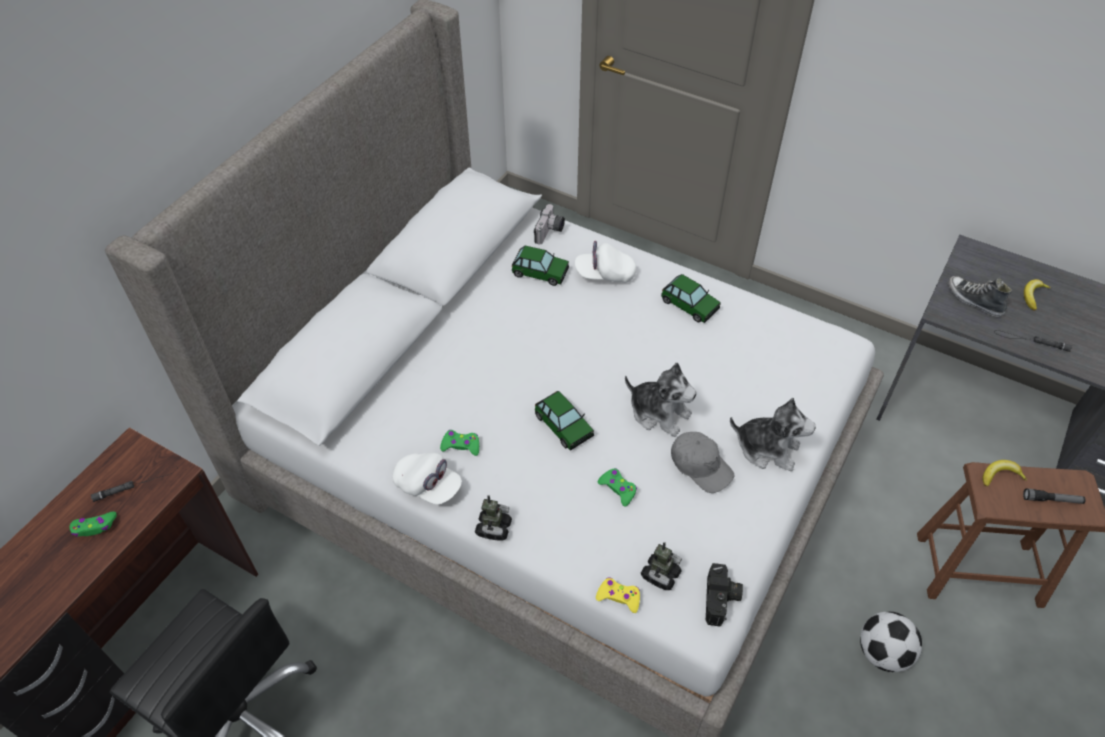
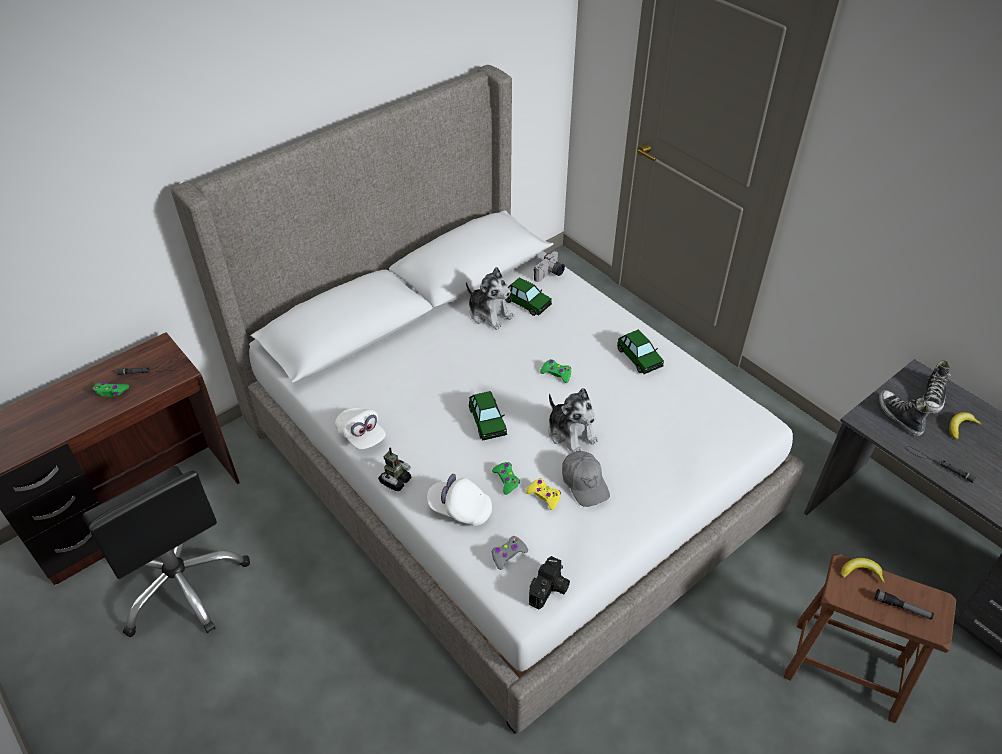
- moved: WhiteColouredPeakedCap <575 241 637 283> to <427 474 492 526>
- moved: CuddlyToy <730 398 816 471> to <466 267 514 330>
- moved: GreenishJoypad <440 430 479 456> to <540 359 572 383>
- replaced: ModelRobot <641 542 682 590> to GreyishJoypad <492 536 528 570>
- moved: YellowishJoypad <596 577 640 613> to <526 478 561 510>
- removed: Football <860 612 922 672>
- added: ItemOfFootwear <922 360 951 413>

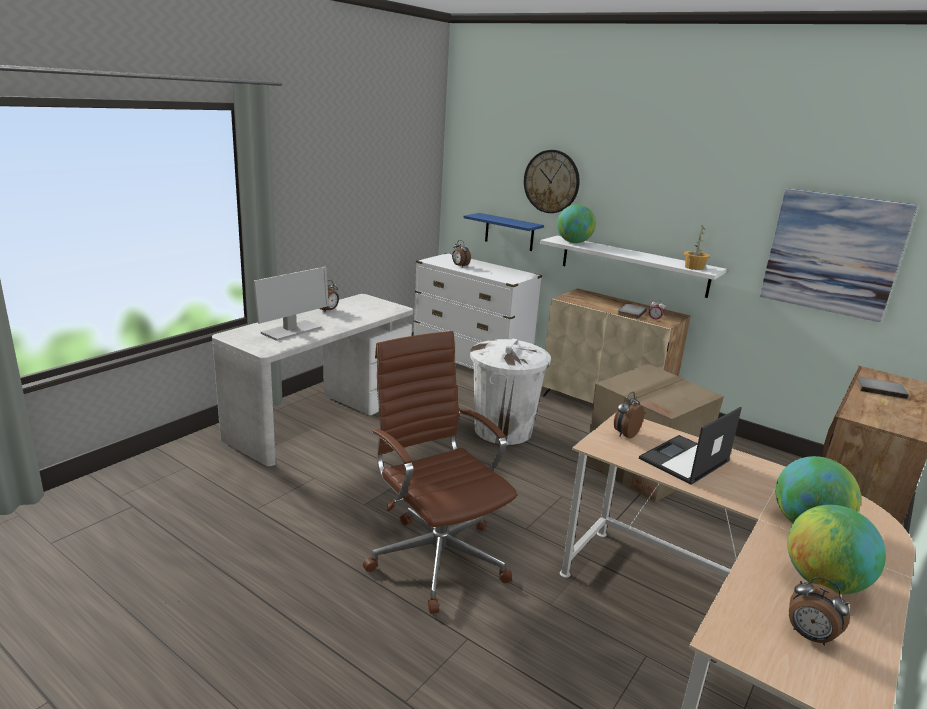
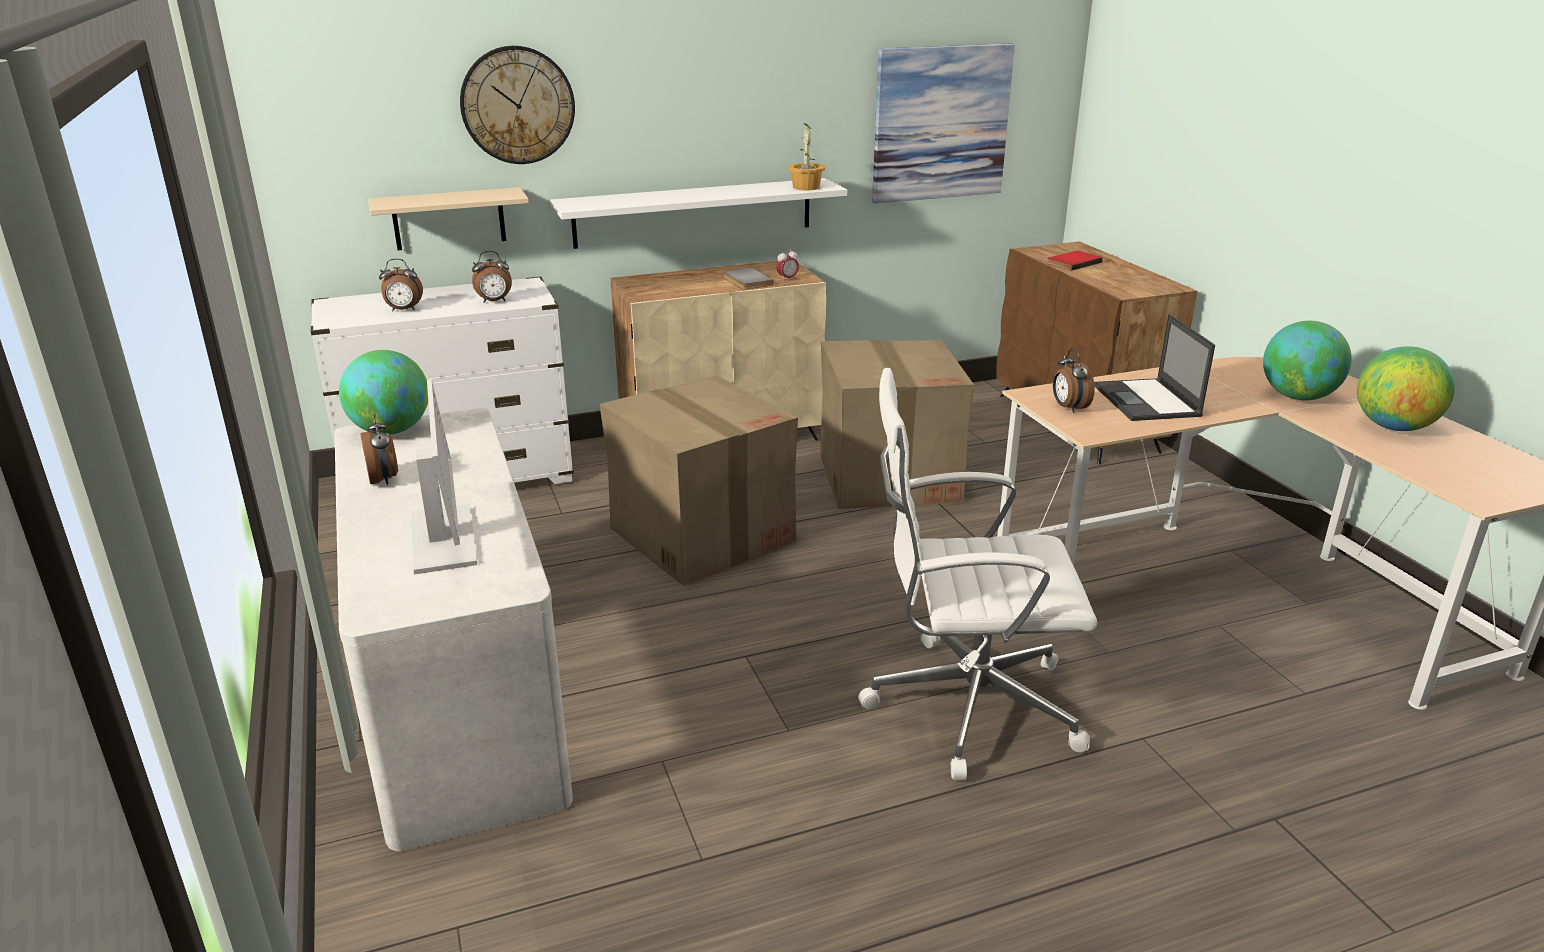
- moved: Globe <557 204 596 243> to <339 350 428 435>
- recoloured: BlueColouredShelf <464 213 544 251> to BeigeColouredShelf <368 187 529 250>
- recoloured: BrownColouredComputerChair <363 331 517 614> to WhiteColouredComputerChair <858 368 1097 780>
- replaced: WhiteColouredTrashCan <470 339 551 445> to Carton <600 375 798 585>
- recoloured: GreyishBook <855 377 909 399> to RedColouredBook <1047 251 1103 271>
- moved: AlarmClock <789 577 850 646> to <472 251 512 303>

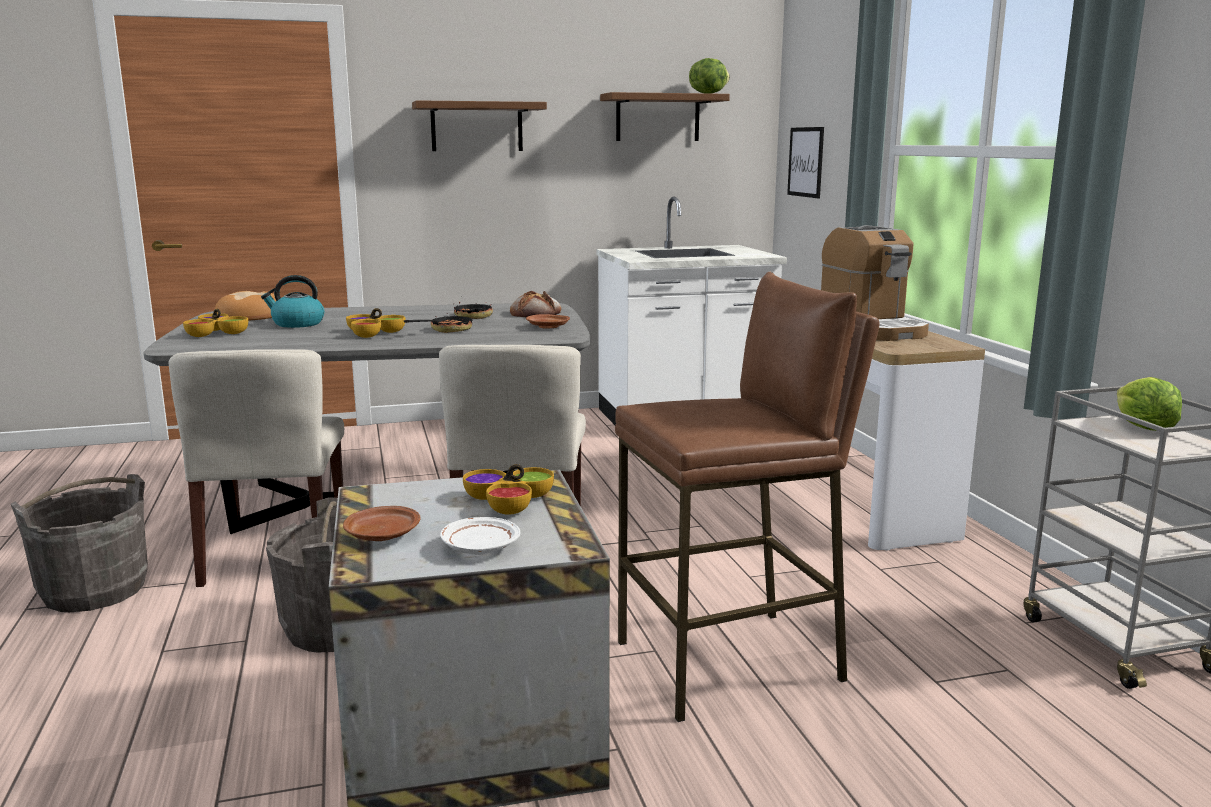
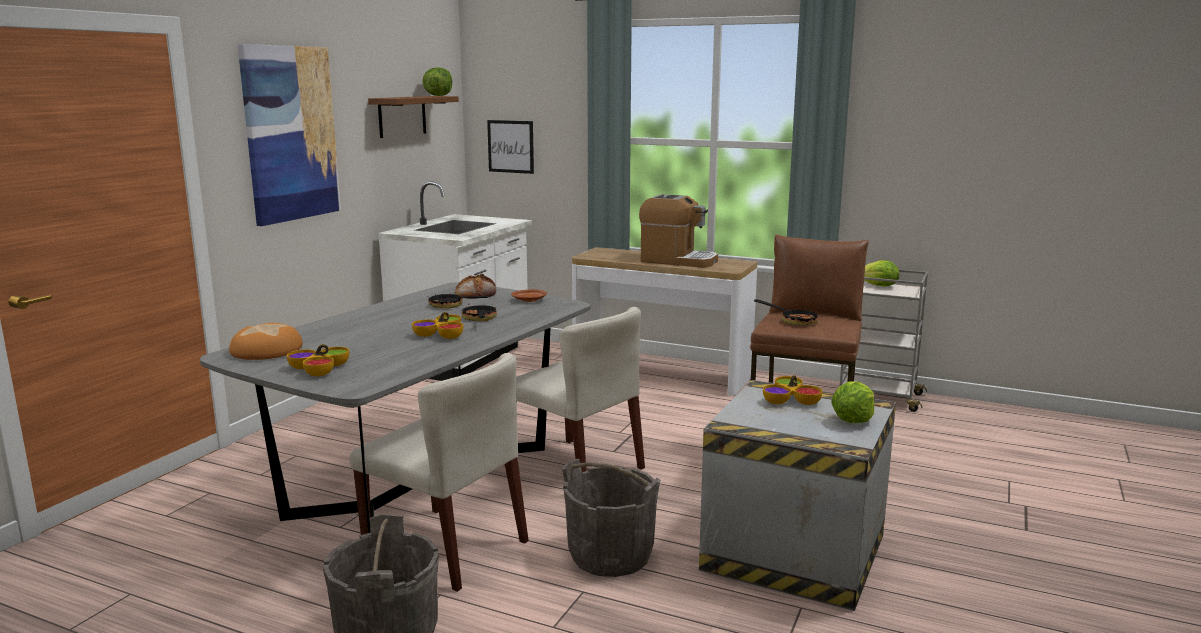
- replaced: BrownColouredShelf <412 100 547 151> to WallPicture <237 44 341 226>
- removed: WaterKettle <261 275 324 328>
- removed: BrownColouredFlatDish <343 506 421 541>
- replaced: WhiteColouredFlatDish <440 517 521 555> to HeadOfLettuce <831 381 874 423>
- added: Skillet <754 299 820 326>

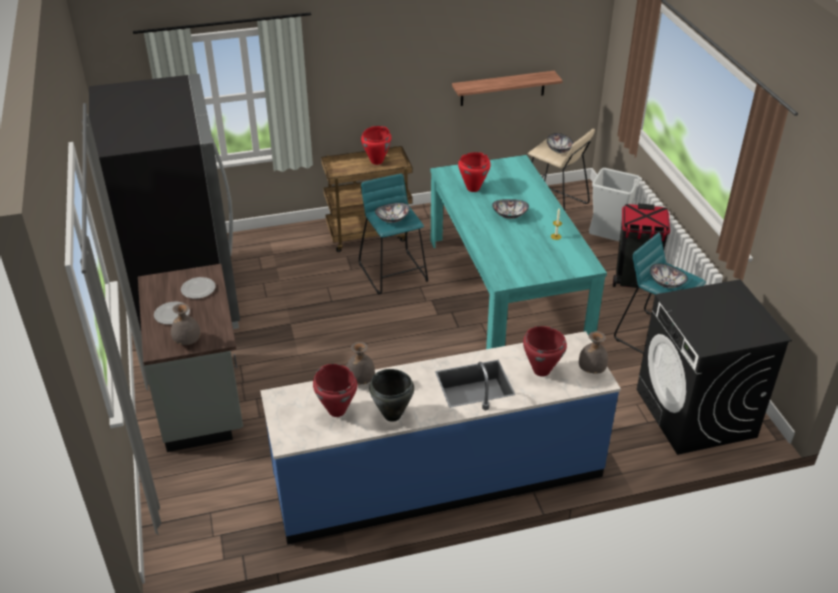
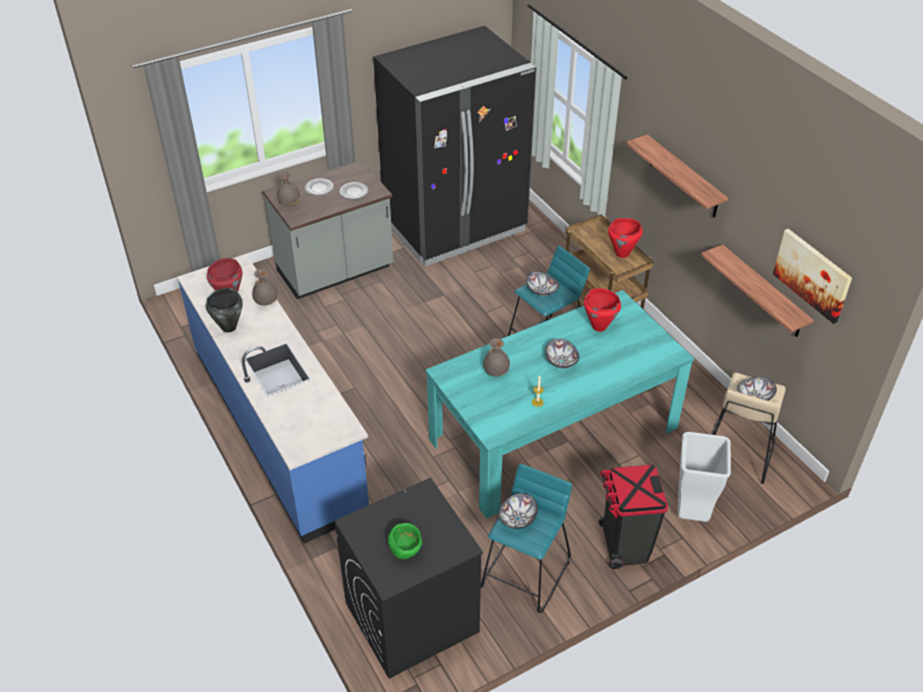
- removed: RedColouredStockpot <523 326 567 377>
- moved: GreyishFlowerVase <579 331 608 374> to <483 338 510 377>
- added: Shelf <626 134 728 218>
- added: WallPicture <773 229 852 324>
- added: GreenishBowl <388 523 422 559>

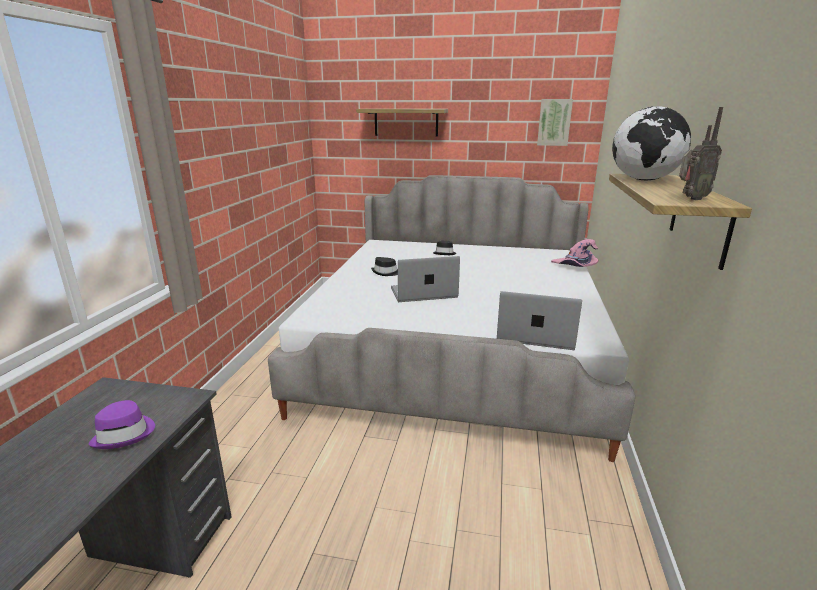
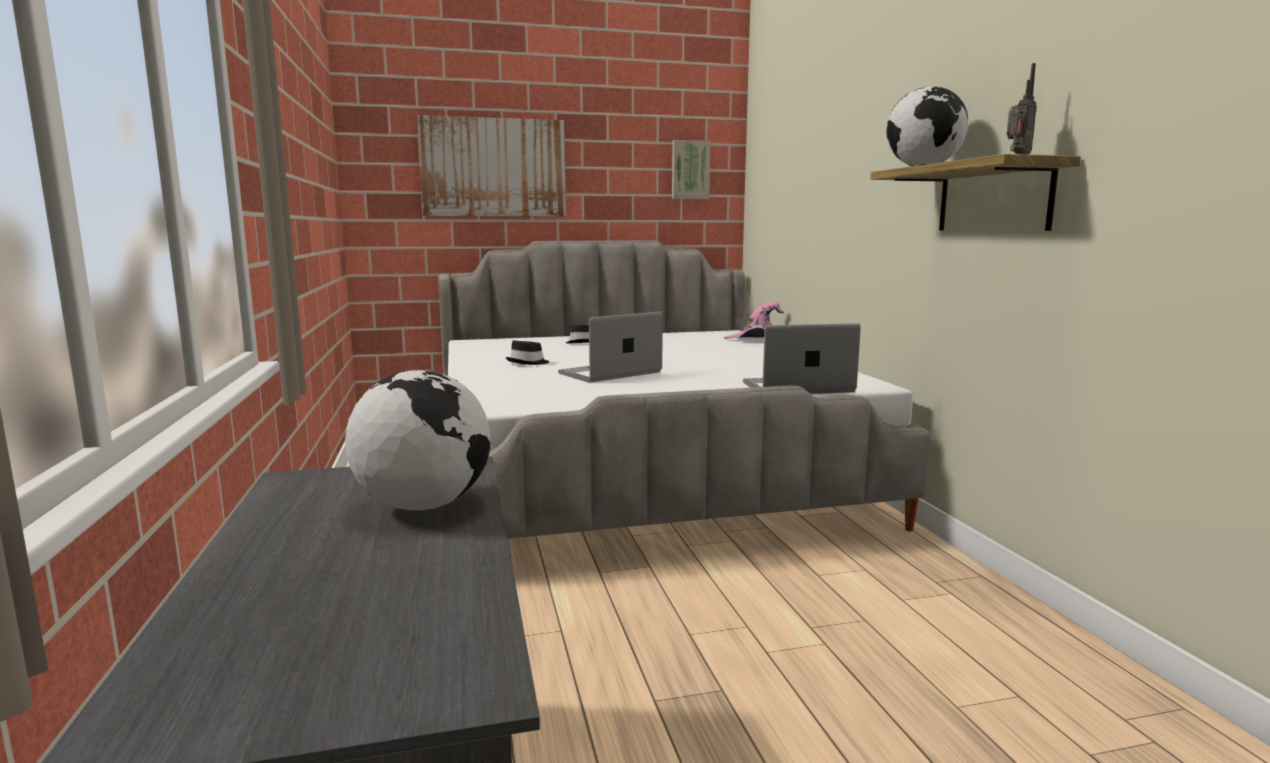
- replaced: Shelf <356 109 448 137> to WallPicture <417 115 566 217>
- replaced: PurpleColouredClothingHat <89 400 155 449> to Globe <345 370 490 511>

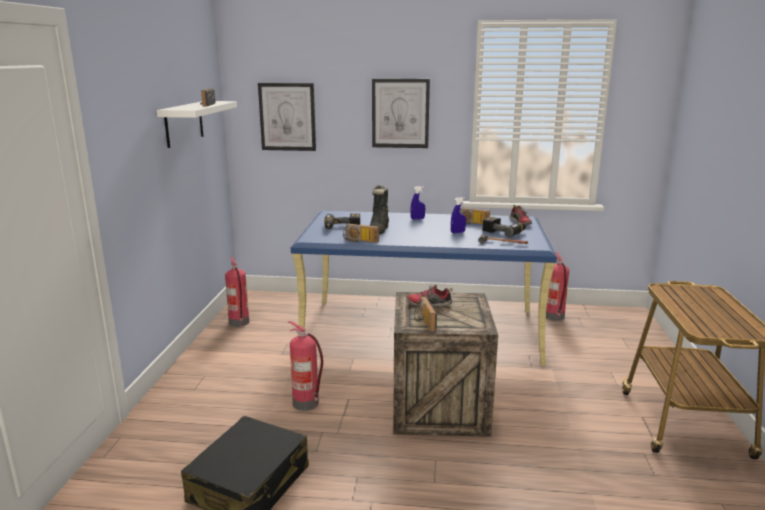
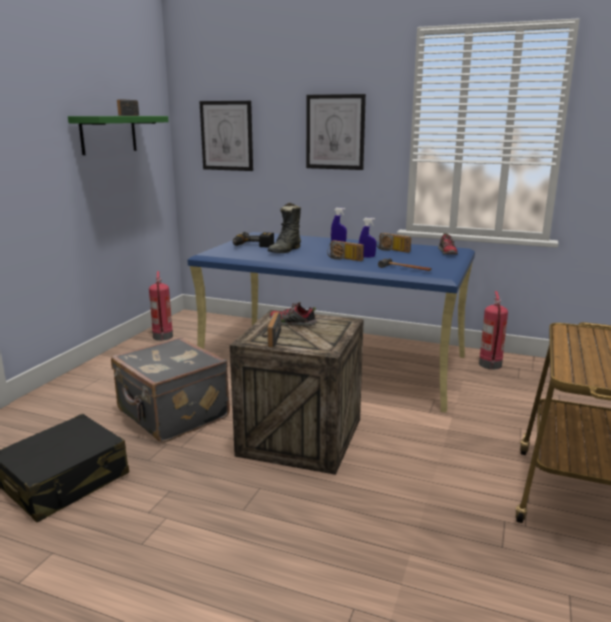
- recoloured: WhiteColouredShelf <157 101 237 148> to GreenishShelf <68 116 169 155>
- removed: Drill <482 217 527 237>
- moved: RadioReceiver <343 224 379 243> to <327 240 364 261>
- replaced: Extinguisher <288 321 323 411> to GreyishTravelCase <111 337 230 443>

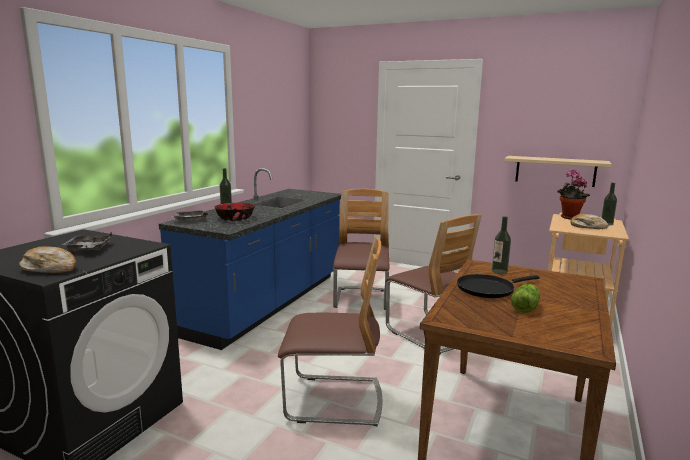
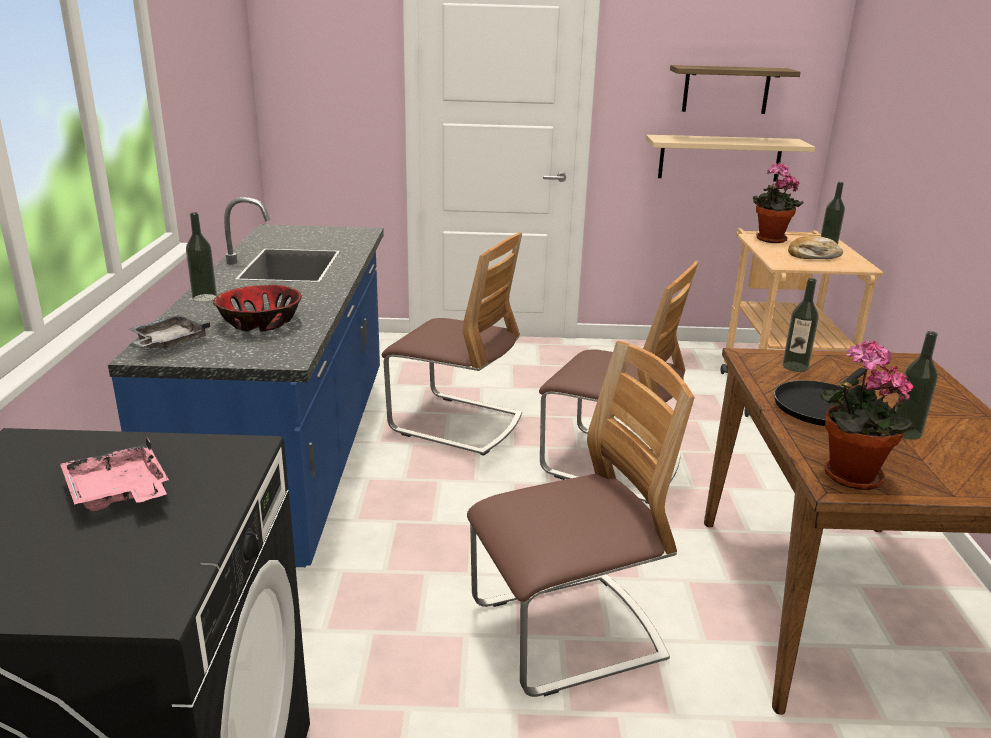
- turned: Chair <333 189 389 310> = <382 232 522 456> 135 degrees clockwise
- recoloured: GreyishServingTray <62 232 112 251> to PinkServingTray <60 438 169 511>
- removed: Bread <19 246 77 273>
- replaced: HeadOfLettuce <511 284 540 313> to Bottle <895 331 938 440>
- added: Shelf <670 65 801 114>
- added: PottedPlant <821 340 914 490>

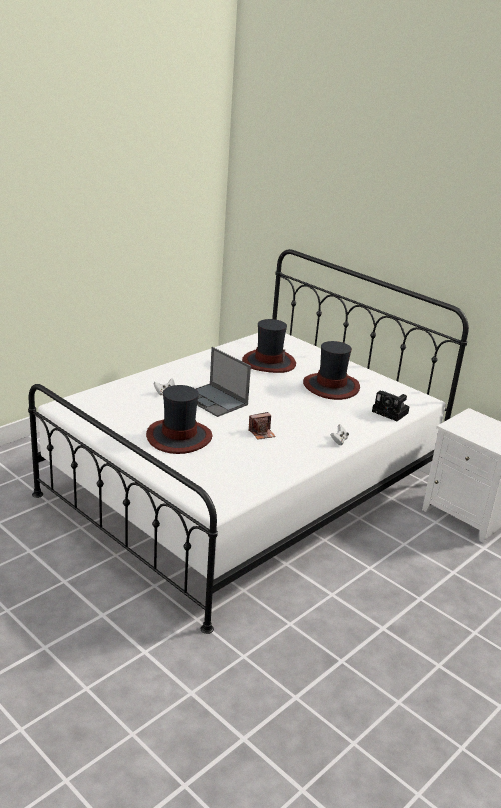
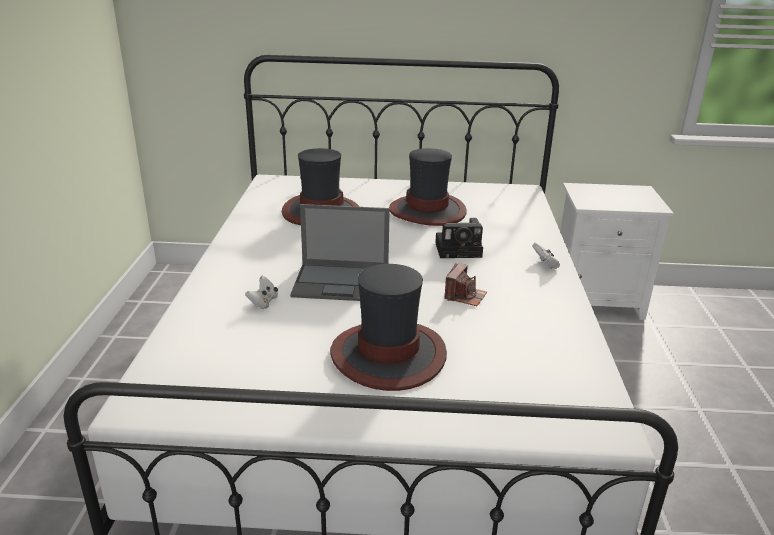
- moved: PhotoCamera <372 391 410 421> to <435 218 483 258>

